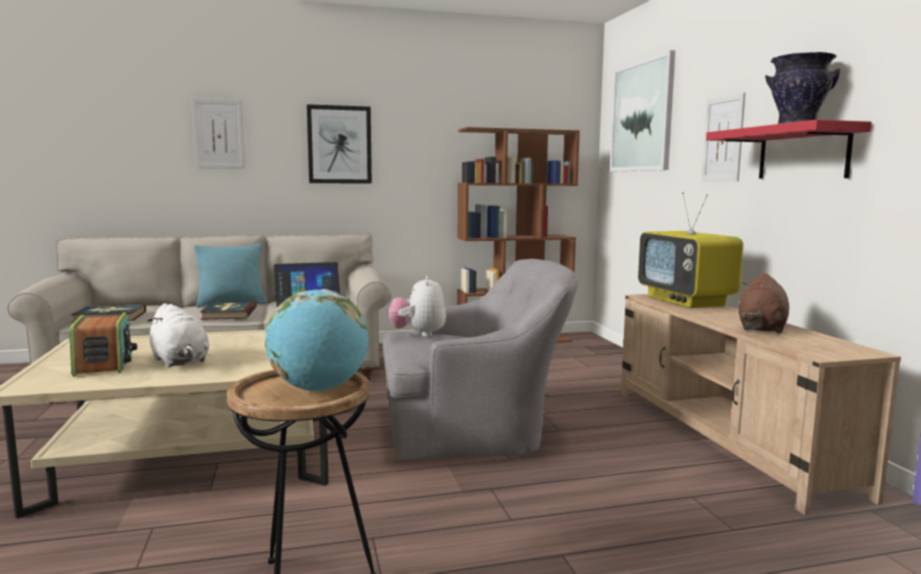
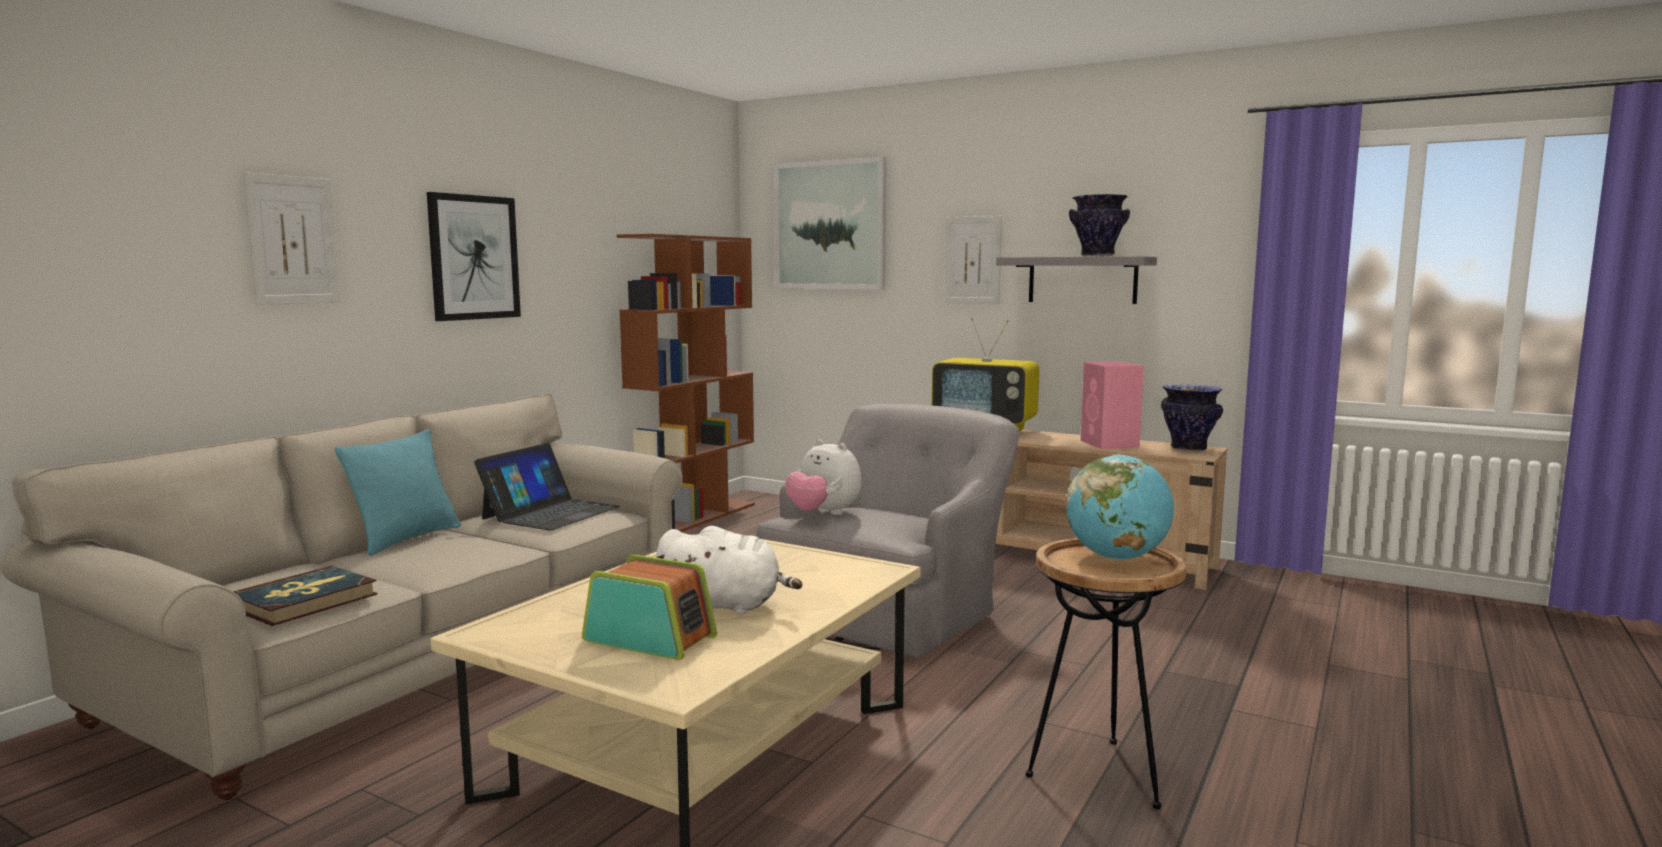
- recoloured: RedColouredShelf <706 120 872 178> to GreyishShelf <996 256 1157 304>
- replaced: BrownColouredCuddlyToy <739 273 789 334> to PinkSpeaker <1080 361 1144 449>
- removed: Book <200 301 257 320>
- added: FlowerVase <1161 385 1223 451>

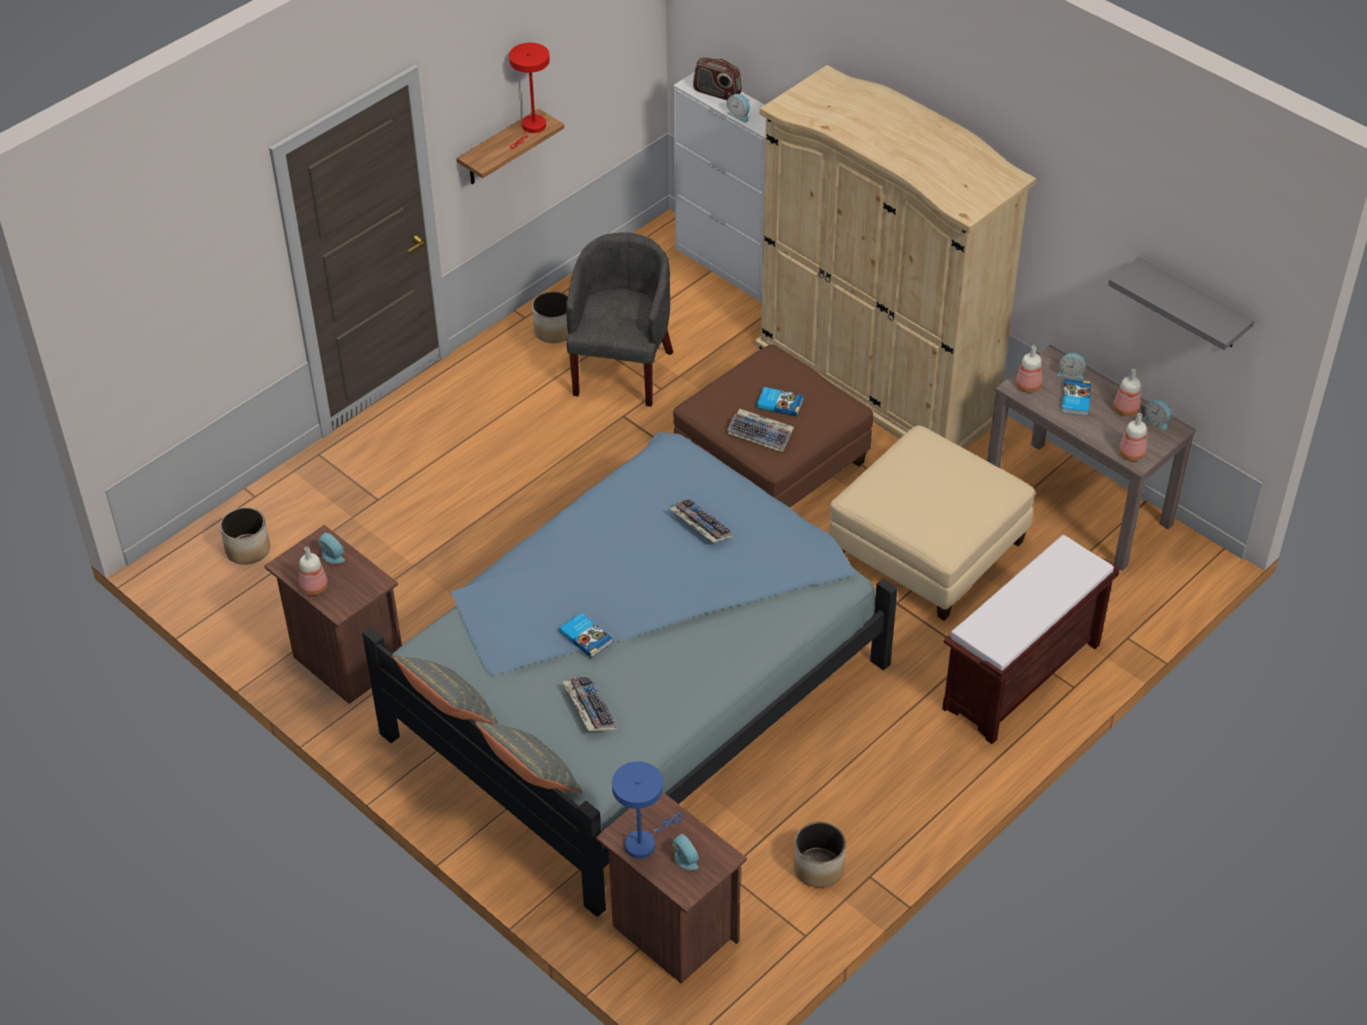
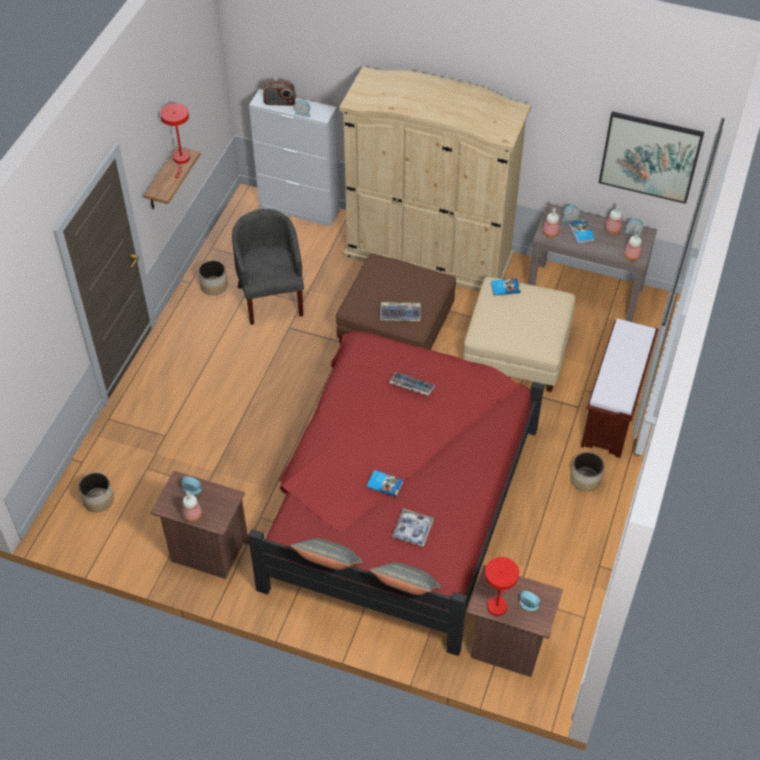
- replaced: GreyishShelf <1108 257 1254 350> to WallPicture <599 111 704 204>
- moved: Book <757 387 804 417> to <491 278 521 296>
- recoloured: BlueColouredBedroomBed <362 432 898 917> to RedColouredBedroomBed <248 331 544 656>
- replaced: Keyboard <562 676 617 731> to ServingTray <392 509 434 547>
- recoloured: BlueColouredTabletopLamp <612 761 683 859> to RedColouredTabletopLamp <485 557 519 616>
- moved: FlowerPot <793 822 846 888> to <570 452 604 492>

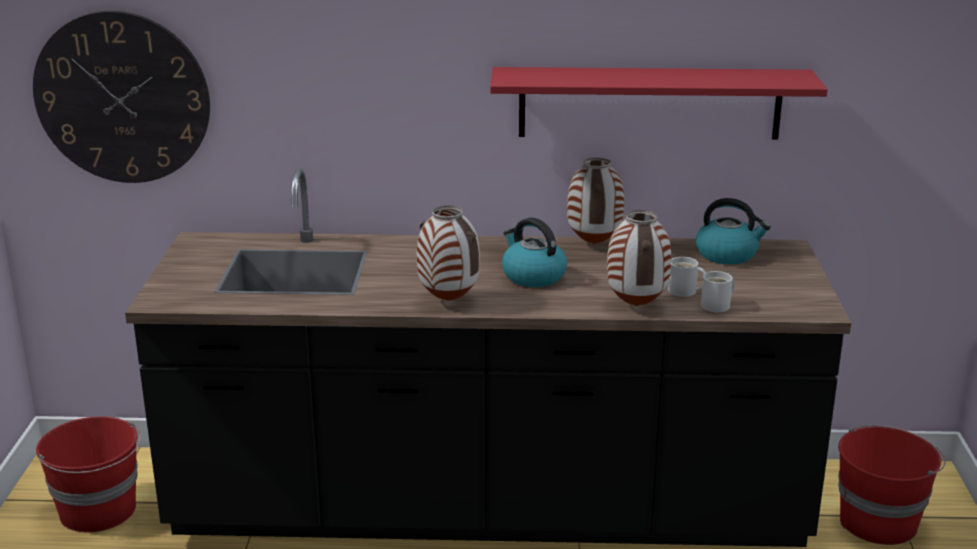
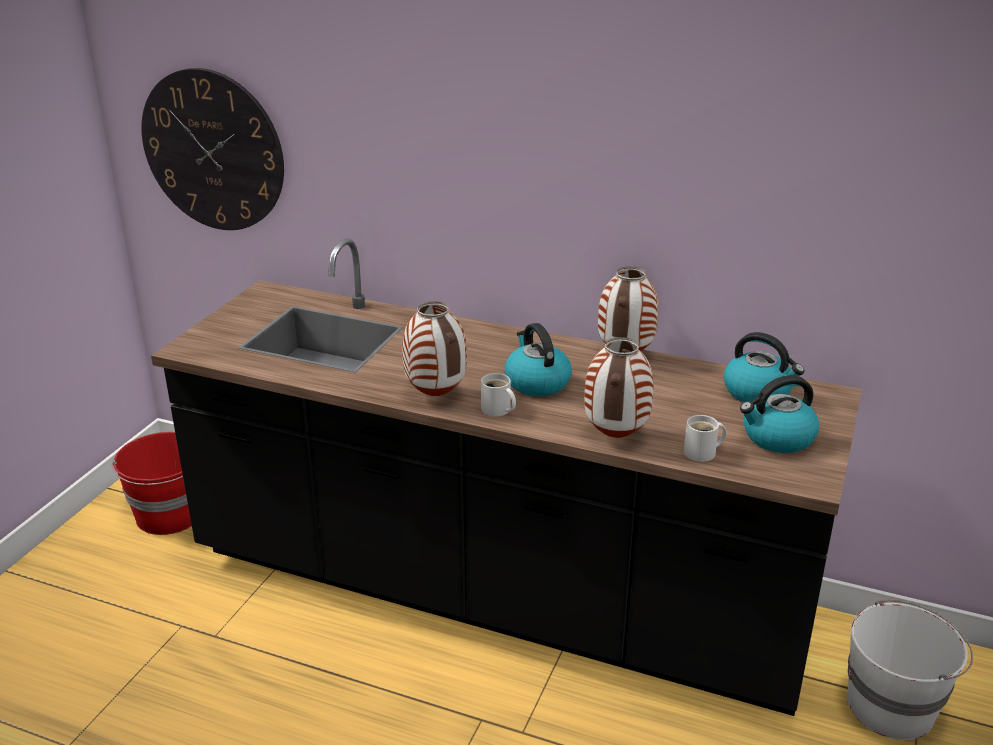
- removed: RedColouredShelf <490 67 828 140>
- moved: WhiteColouredMug <668 257 706 297> to <481 373 516 416>
- recoloured: RedColouredWaterBucket <838 425 946 545> to WhiteColouredWaterBucket <847 600 973 740>
- added: WaterKettle <740 375 819 453>

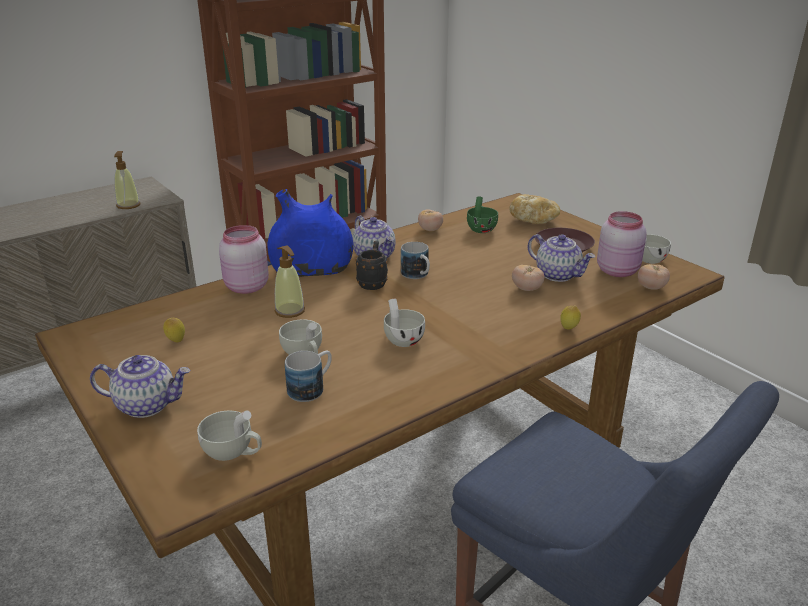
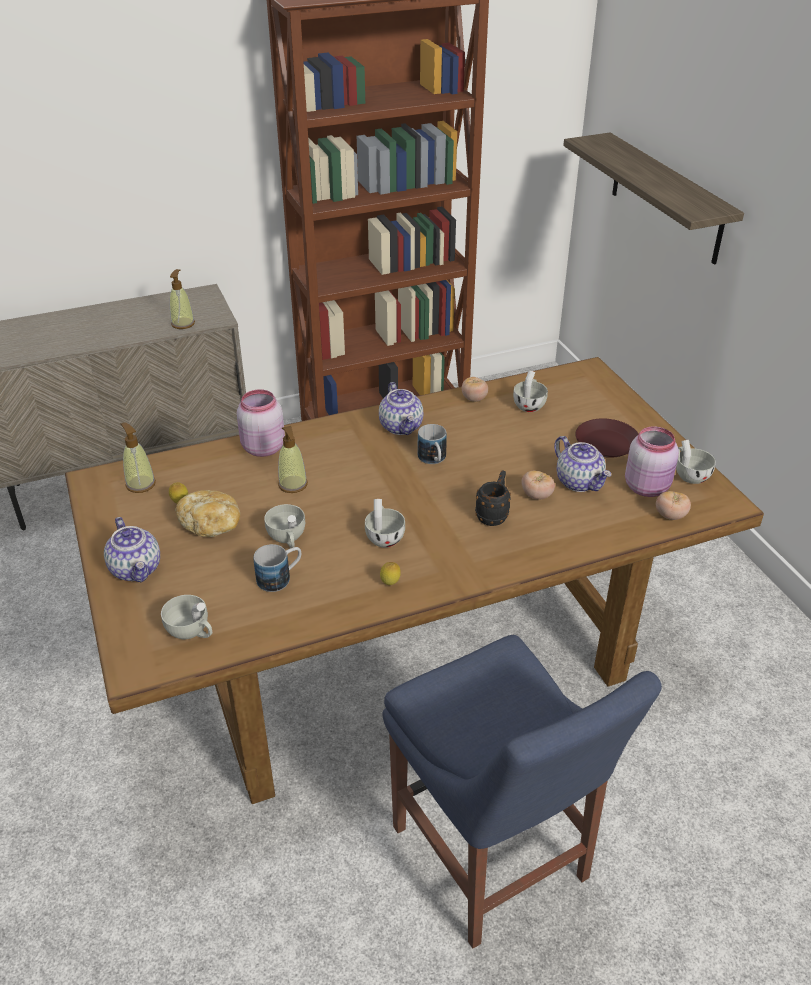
- removed: BlueColouredFlowerVase <267 189 353 277>
- moved: Bread <510 194 560 224> to <175 490 240 537>
- recoloured: GreenishDrinkingCup <467 196 498 233> to WhiteColouredDrinkingCup <513 371 548 412>
- moved: BlackColouredMug <356 241 388 290> to <475 470 511 526>
- moved: Lemon <560 306 581 330> to <380 562 401 585>
- turned: PotForTea <90 355 190 418> = <104 517 160 583> 45 degrees clockwise
- added: Shelf <563 133 744 265>
- added: SoapDispenser <120 422 156 493>

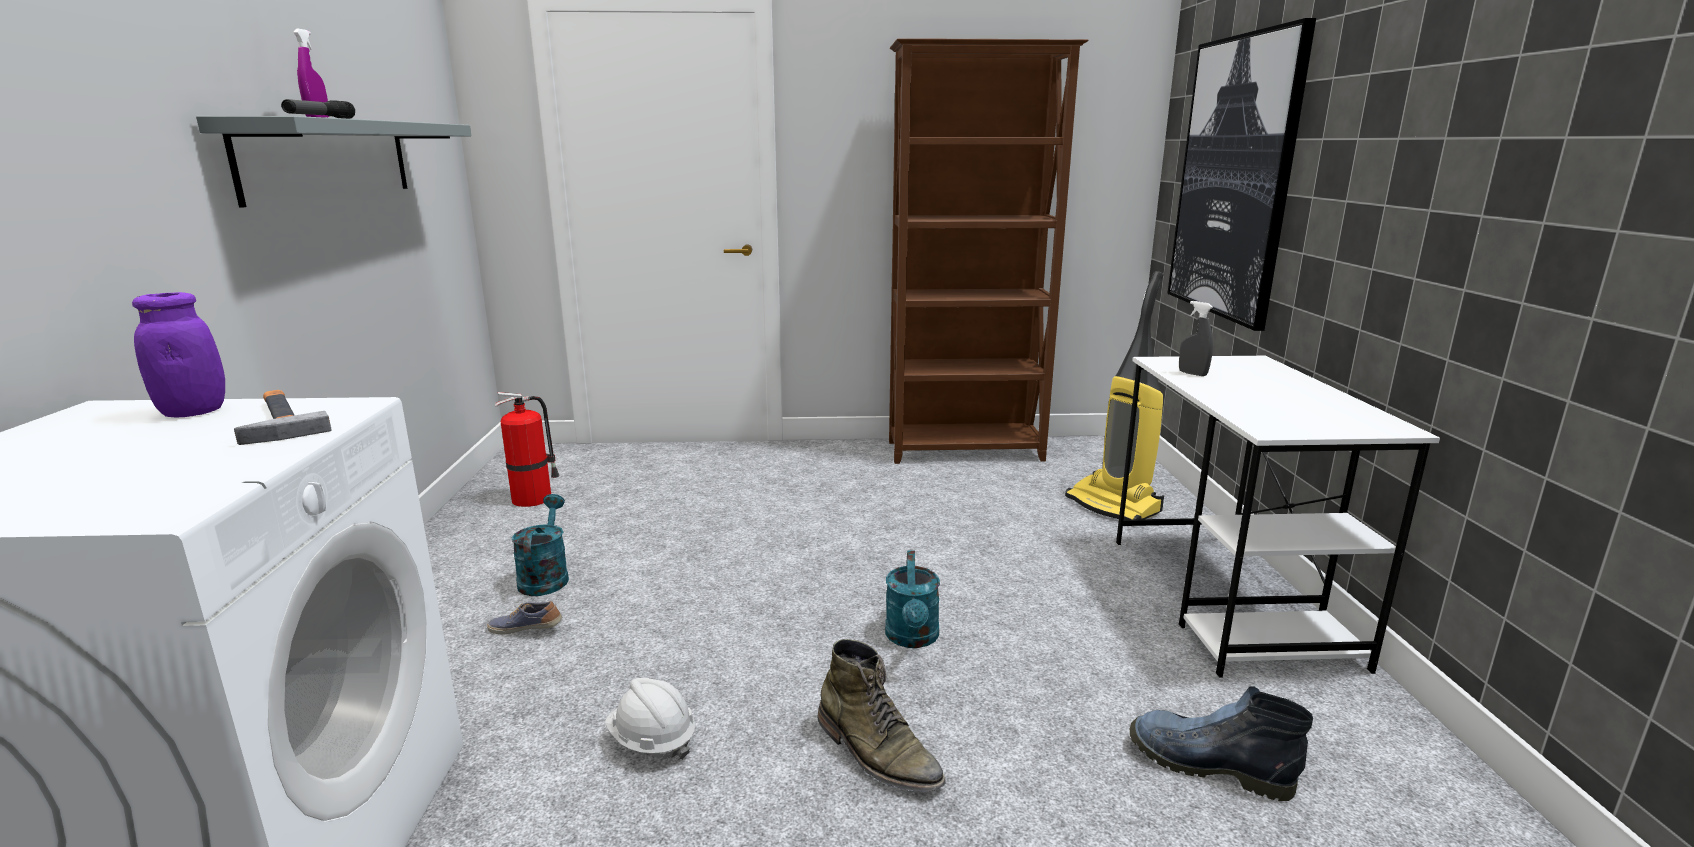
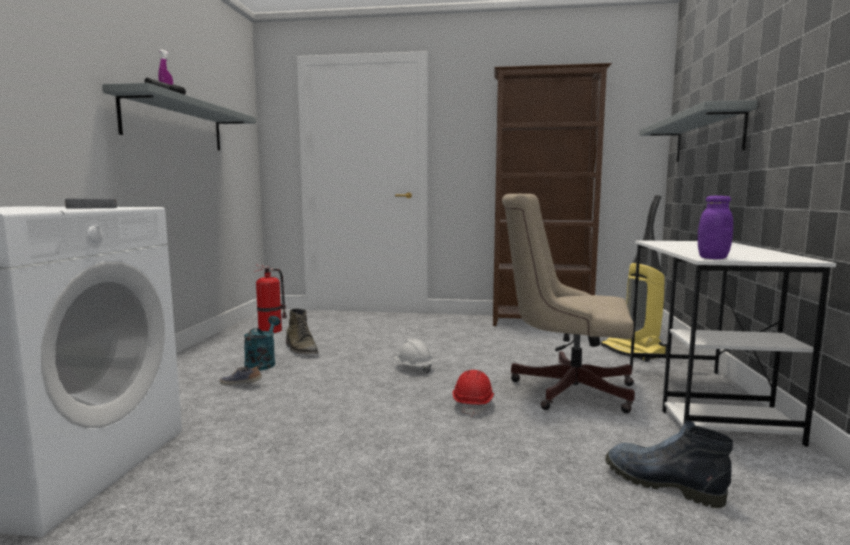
- replaced: WallPicture <1167 18 1316 331> to GreyishShelf <639 100 758 162>
- moved: PurpleColouredStorageJar <132 292 225 417> to <698 196 733 259>
- removed: GreyishHandSprayer <1179 301 1213 376>
- replaced: BlueGreenWateringPot <885 550 940 648> to RedColouredHardHat <453 370 494 416>
- moved: GreenishBoot <817 639 946 792> to <286 308 319 355>
- moved: WhiteColouredHardHat <605 678 695 760> to <394 339 433 374>
- added: BeigeColouredComputerChair <502 194 635 413>

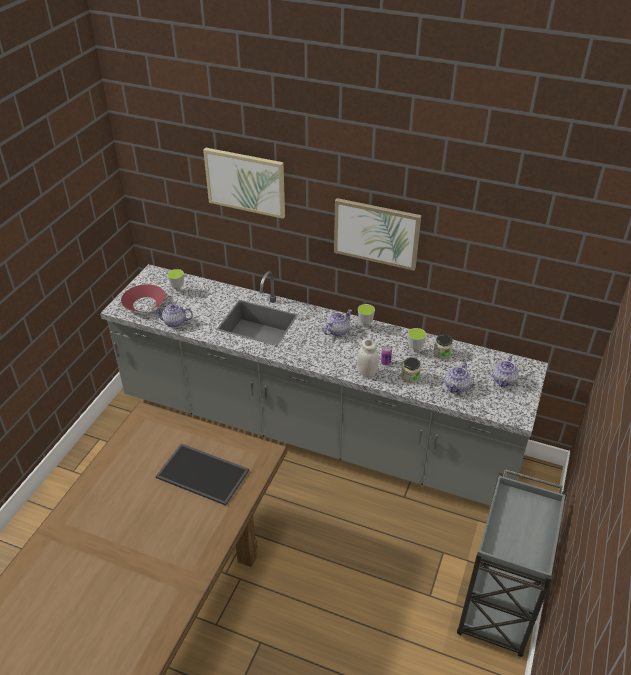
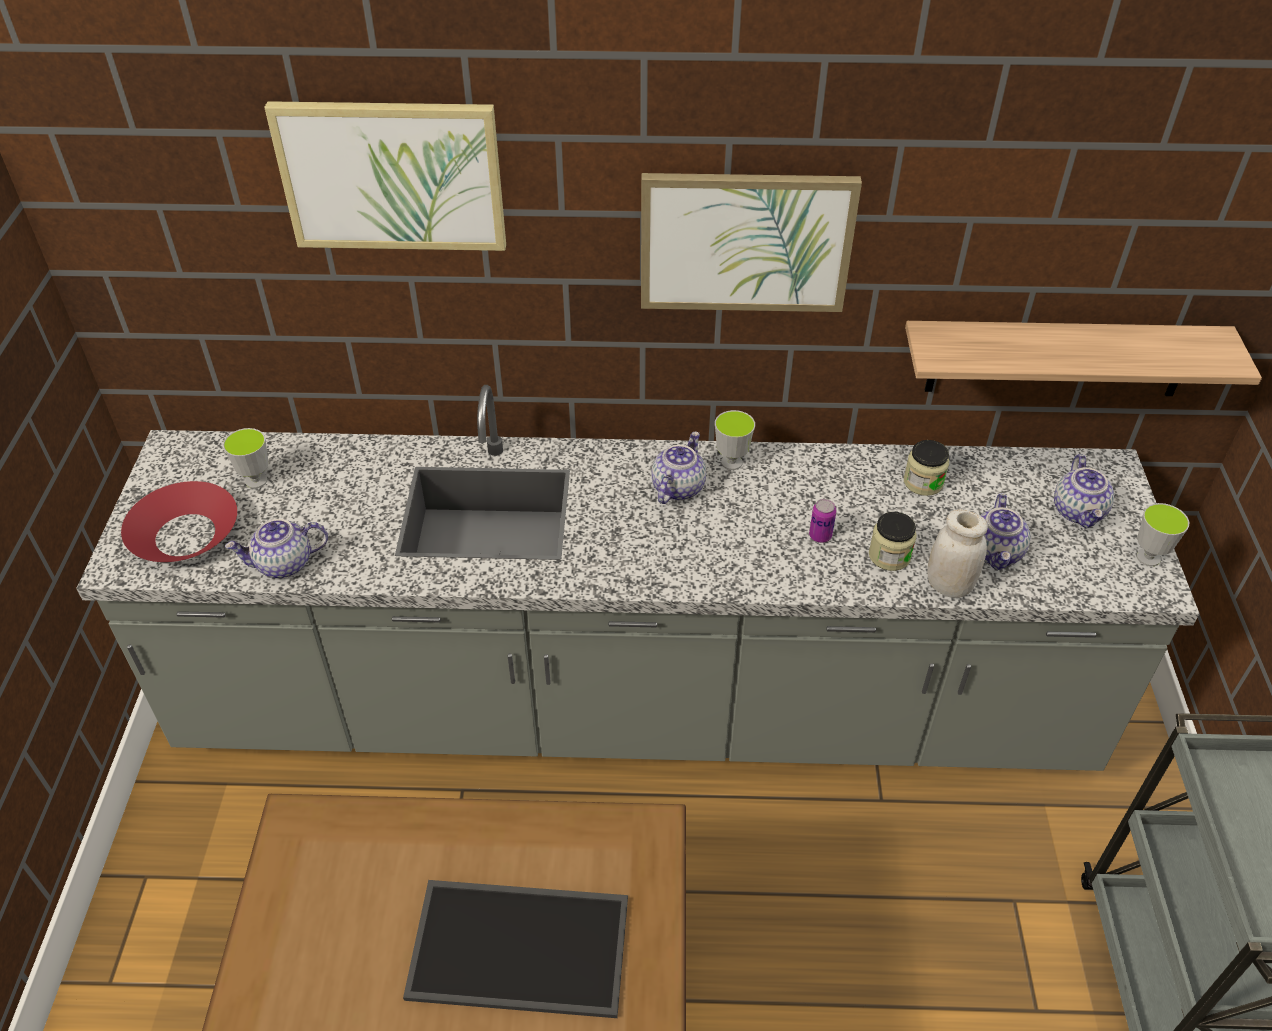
- moved: DrinkingCup <408 328 426 355> to <1136 503 1189 566>
- moved: WhiteColouredStorageJar <357 339 379 378> to <928 509 988 598>
- added: Shelf <905 321 1262 396>

